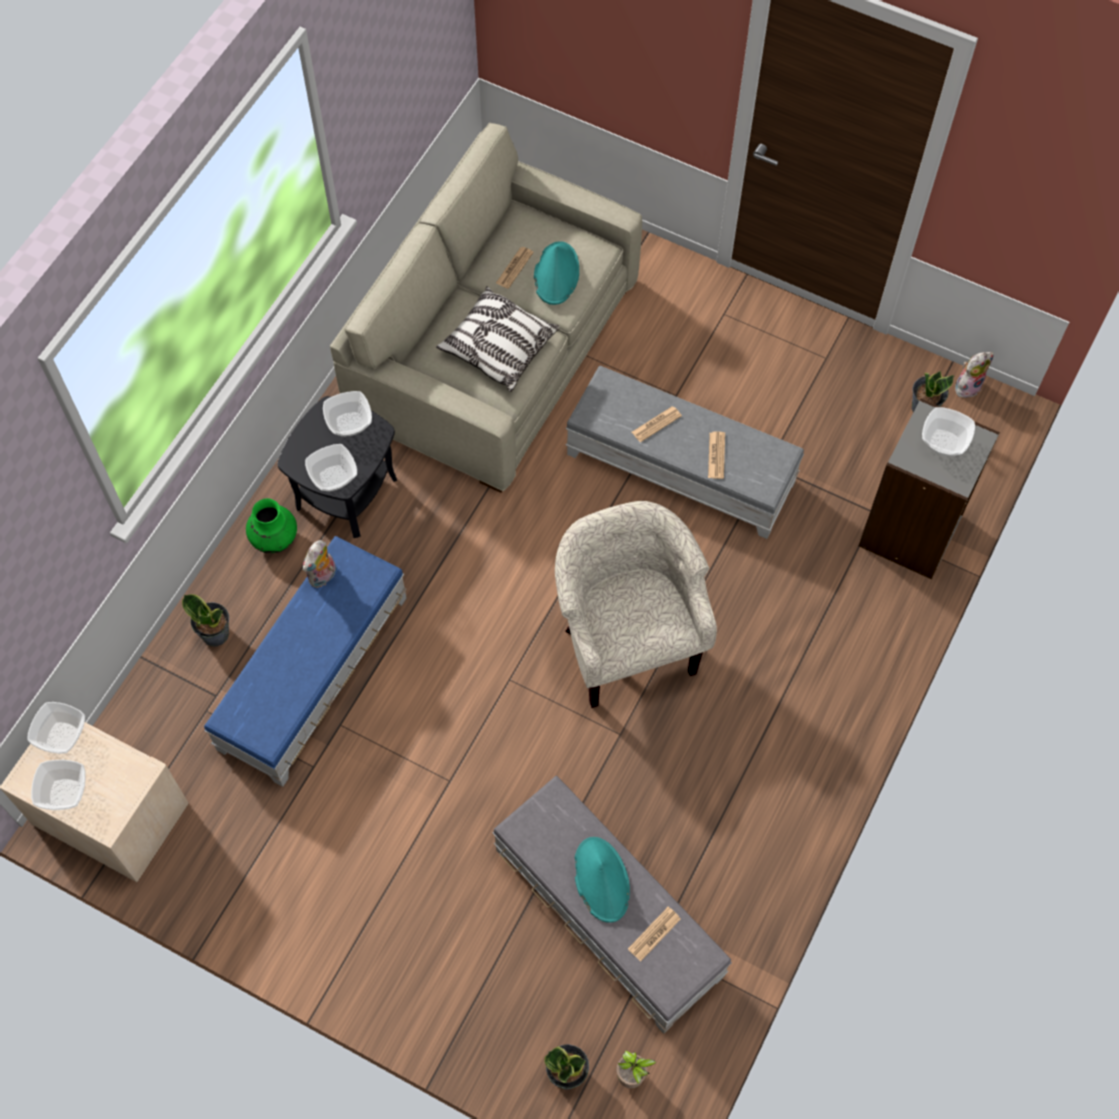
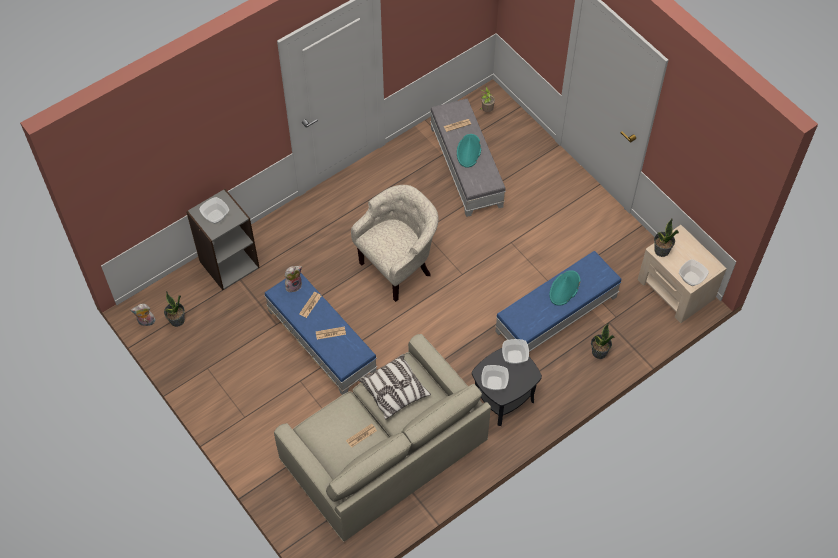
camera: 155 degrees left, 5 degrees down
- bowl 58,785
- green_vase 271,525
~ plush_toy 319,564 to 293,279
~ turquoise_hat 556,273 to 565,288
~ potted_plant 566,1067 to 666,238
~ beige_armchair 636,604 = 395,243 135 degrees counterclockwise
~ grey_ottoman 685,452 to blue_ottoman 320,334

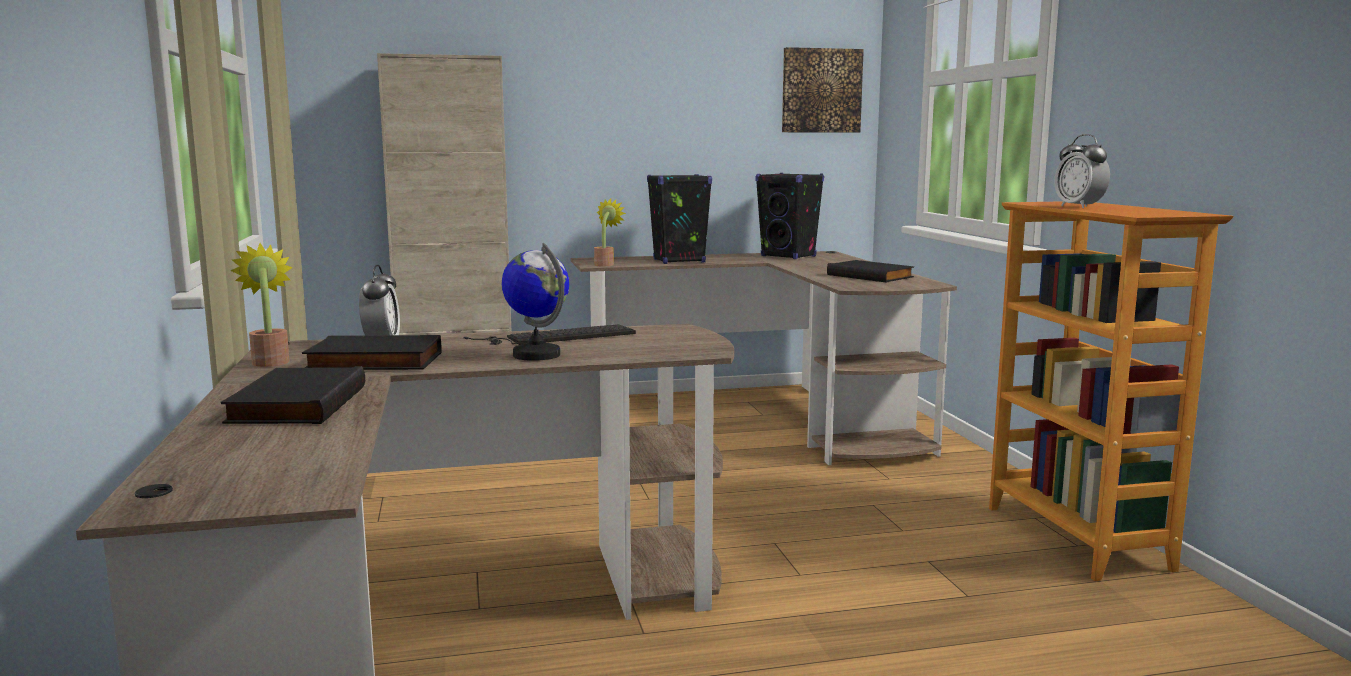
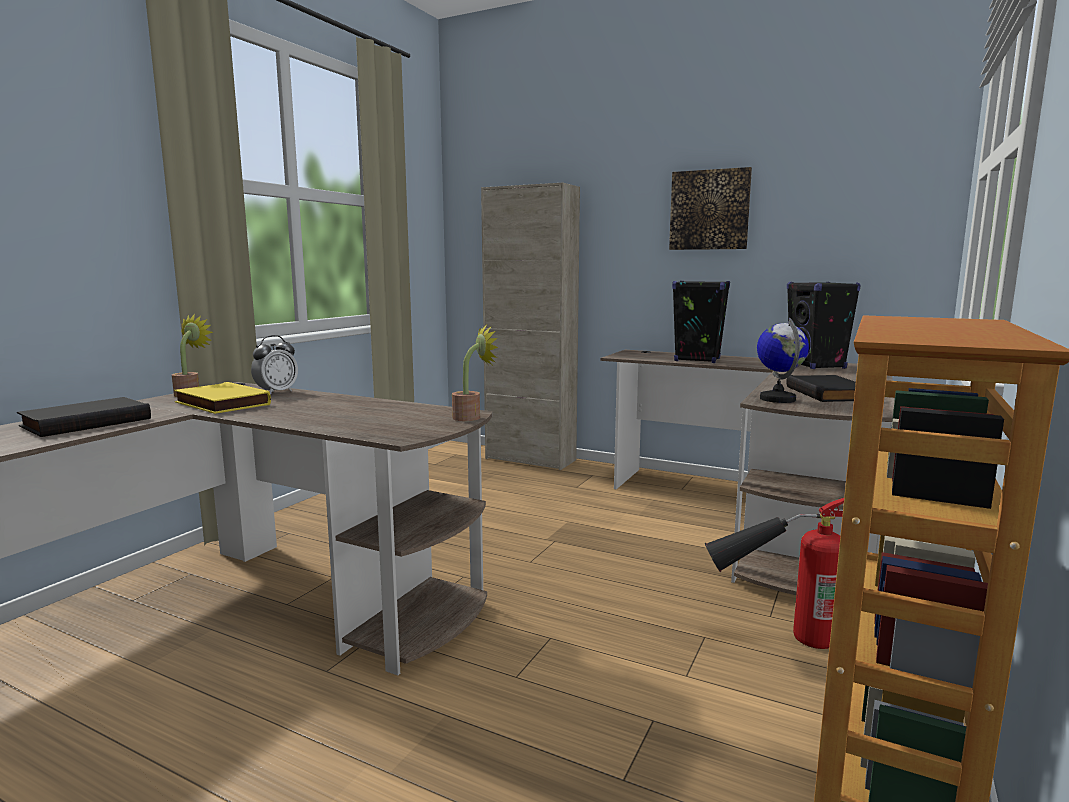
camera: 40 degrees right, 0 degrees up
~ black_book 372,352 to yellow_book 222,398
- keyboard 549,334
~ globe 535,302 to 783,360
~ potted_plant 610,232 to 475,372
~ picture 823,90 to 710,208
- alarm_clock 1082,171
+ fire_extinguisher 774,573

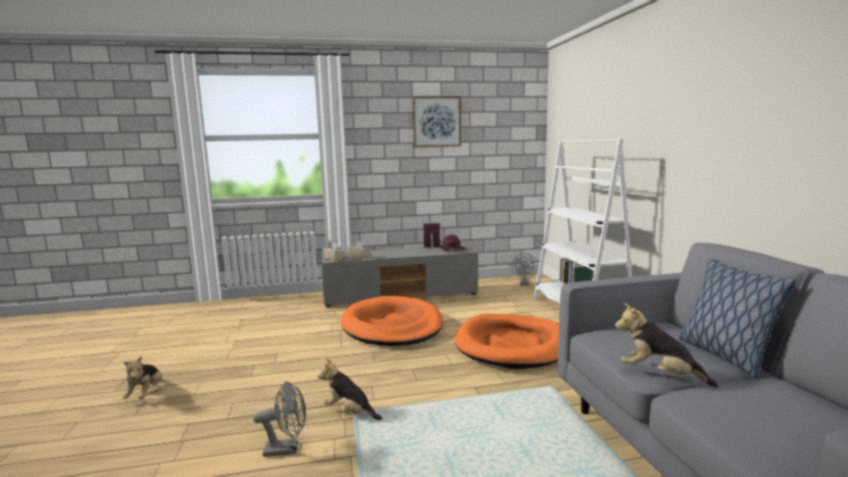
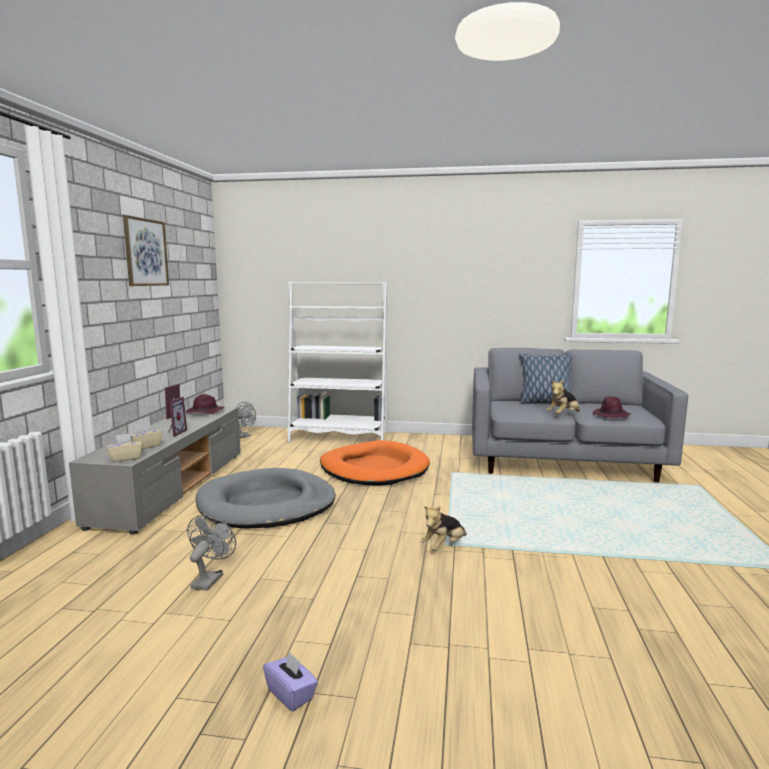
camera: 70 degrees left, 0 degrees up
~ plush_toy 142,377 to purple_tissue_box 290,681
~ grey_fan 279,419 to 211,553
~ orange_dog_bed 392,321 to grey_dog_bed 265,498
+ picture_frame 177,417
+ purple_hat 612,407

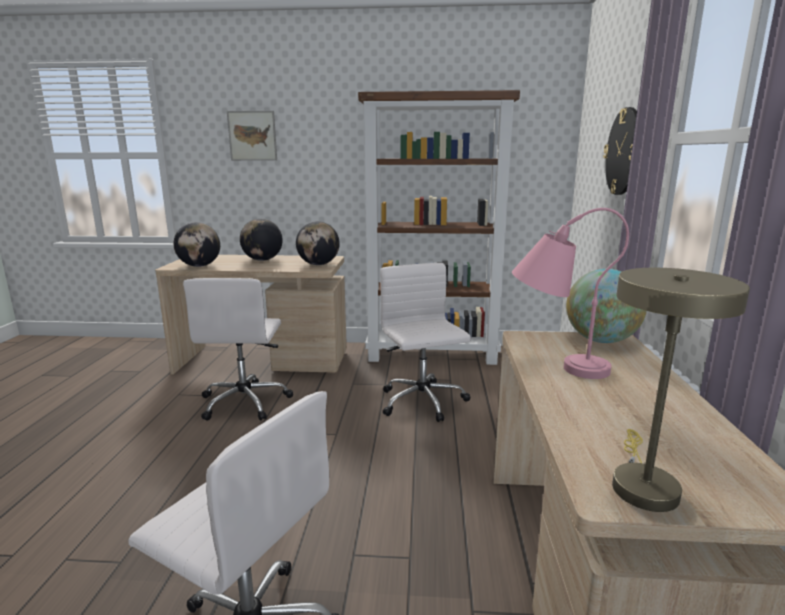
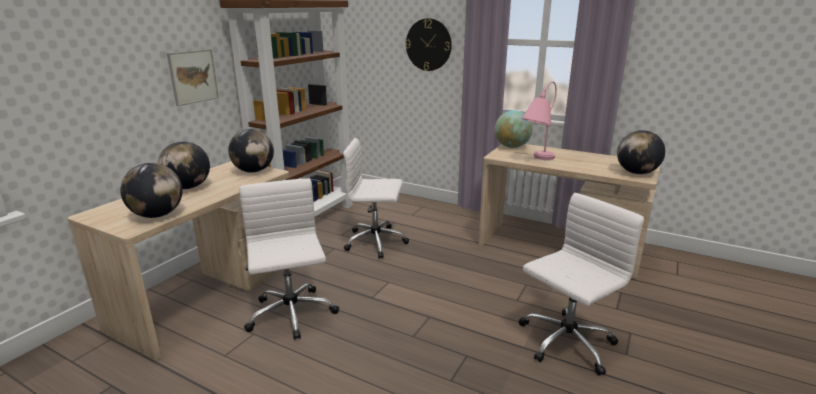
camera: 65 degrees left, 5 degrees up
~ white_office_chair 238,349 = 289,259 135 degrees counterclockwise
~ picture 252,136 to 193,77
~ beige_table_lamp 681,390 to globe 641,152

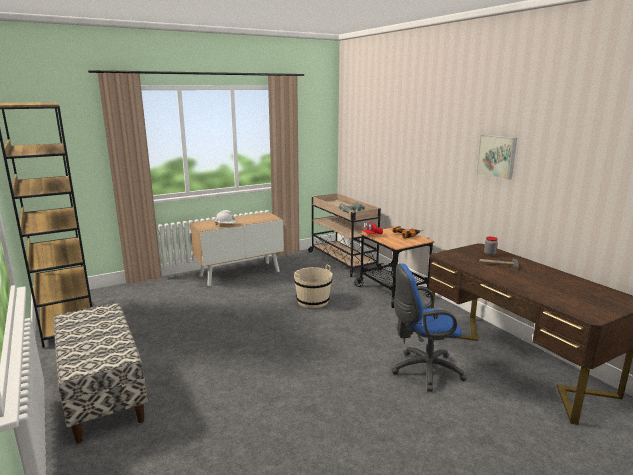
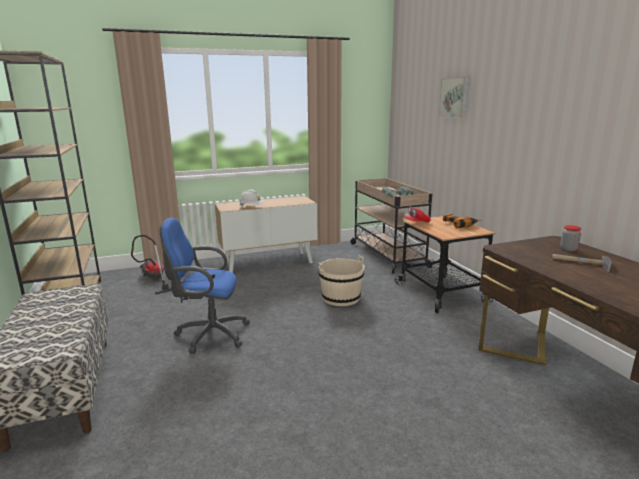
camera: 10 degrees right, 0 degrees up
~ blue_office_chair 429,327 to 205,286
~ picture 496,157 to 454,97
+ vacuum_cleaner 151,264

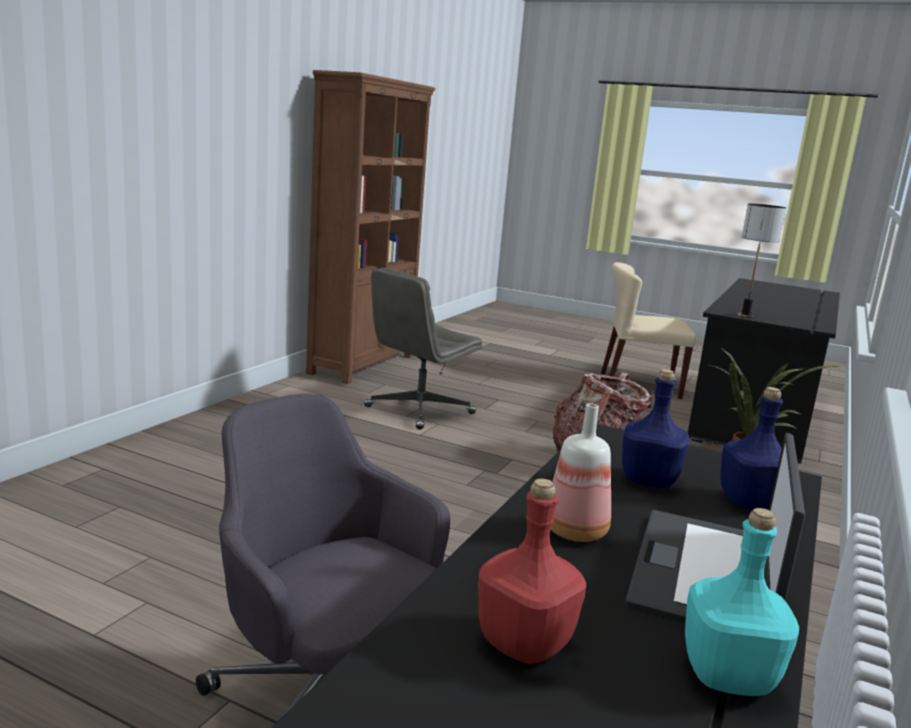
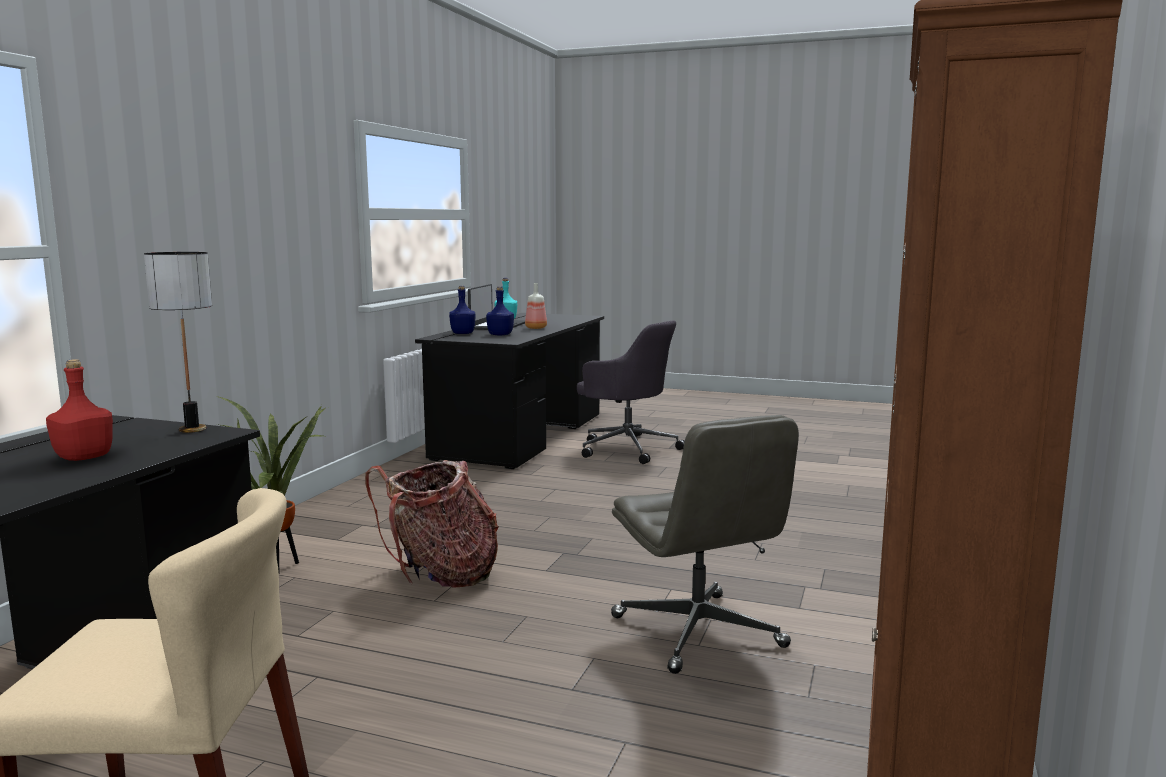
camera: 175 degrees right, 5 degrees down
~ grey_office_chair 423,349 = 705,544 120 degrees clockwise
~ red_bottle 532,571 to 79,410

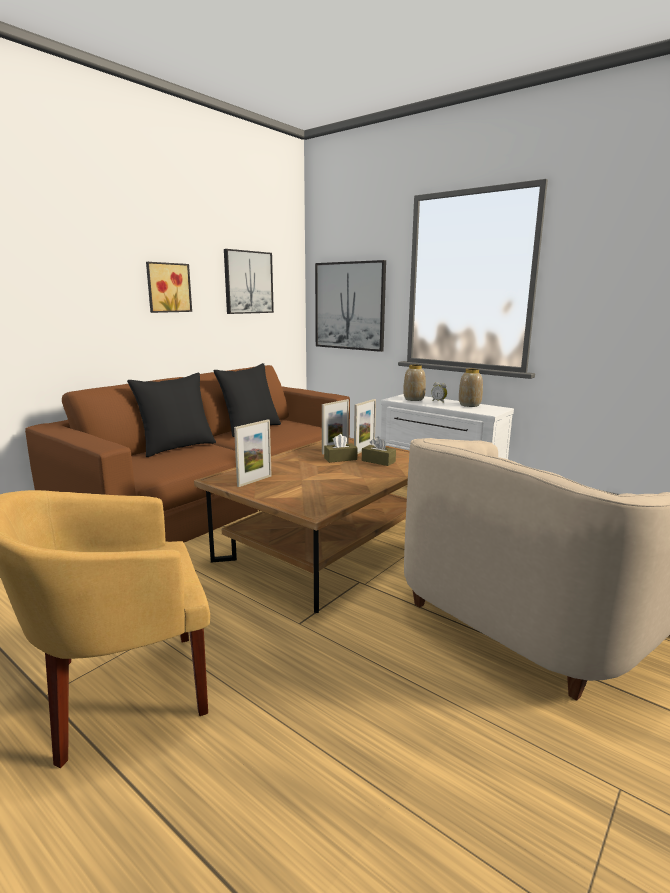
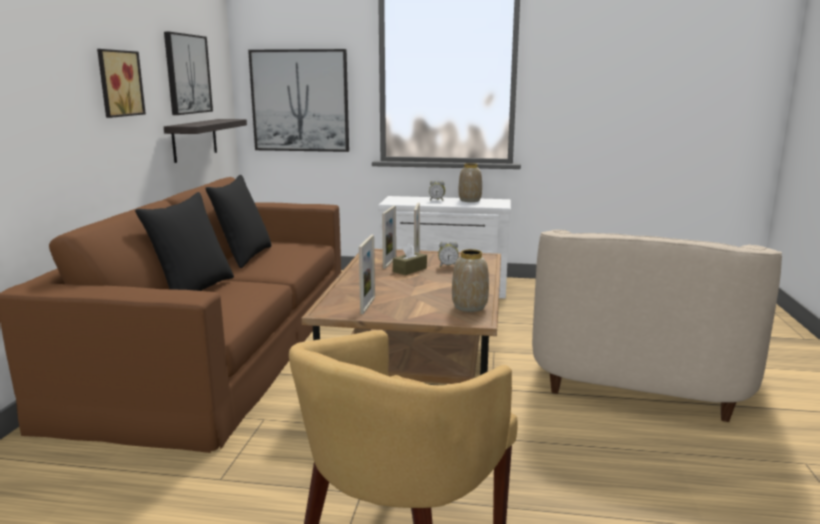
camera: 30 degrees left, 0 degrees up
~ brown_tissue_box 379,451 to alarm_clock 448,254
~ vase 414,383 to 470,280
+ shelf 205,141

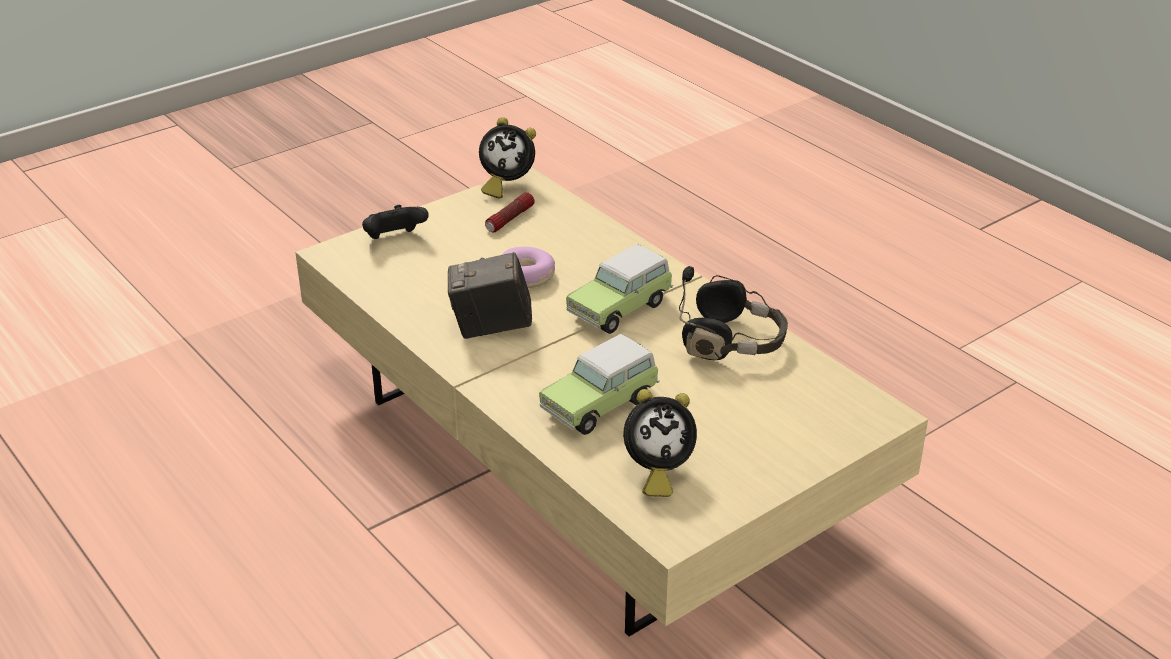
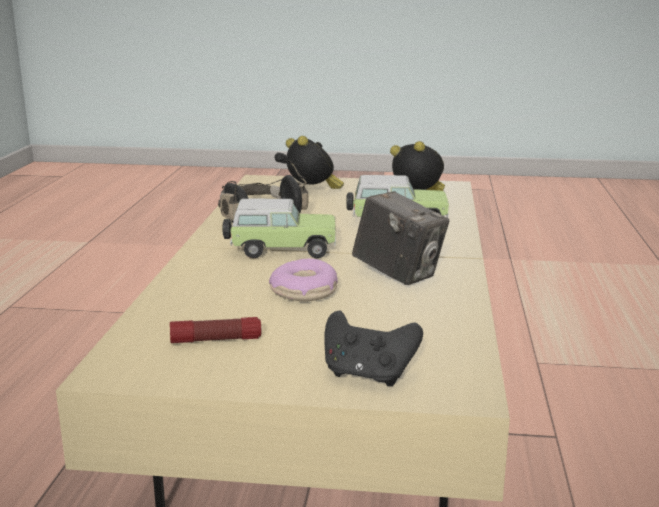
camera: 135 degrees left, 15 degrees down
~ alarm_clock 507,157 to 315,162

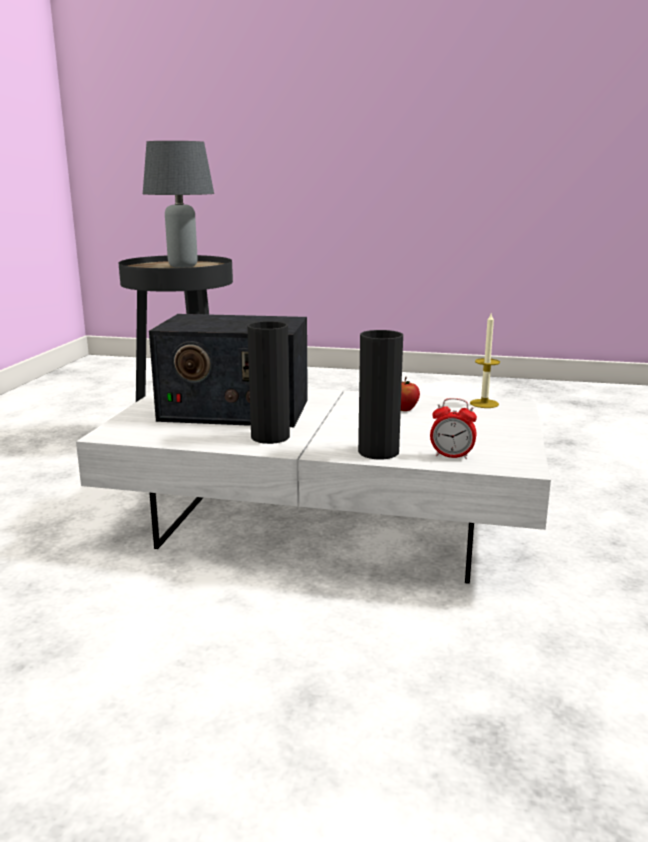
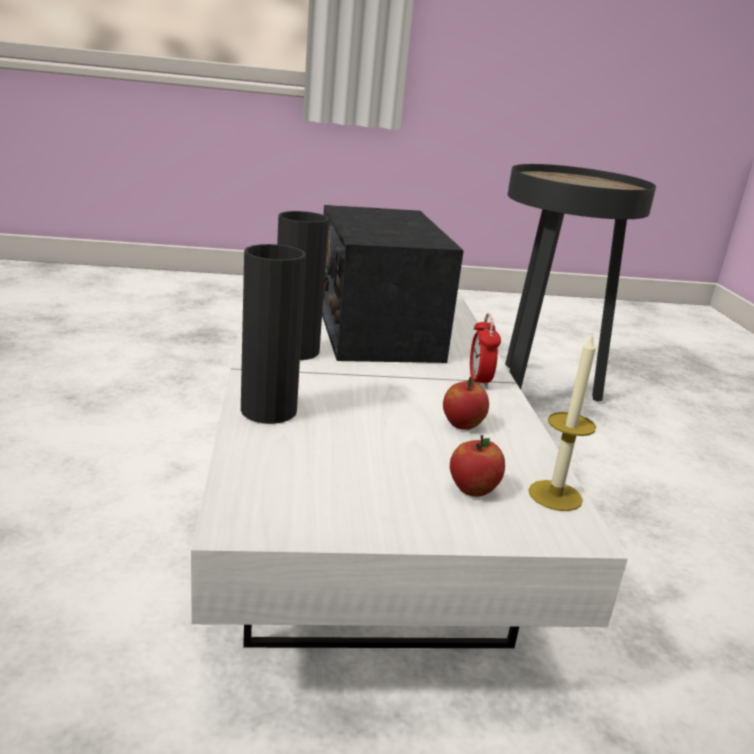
camera: 70 degrees right, 5 degrees up
- grey_table_lamp 178,204
~ alarm_clock 453,428 to 485,350
+ apple 477,466

